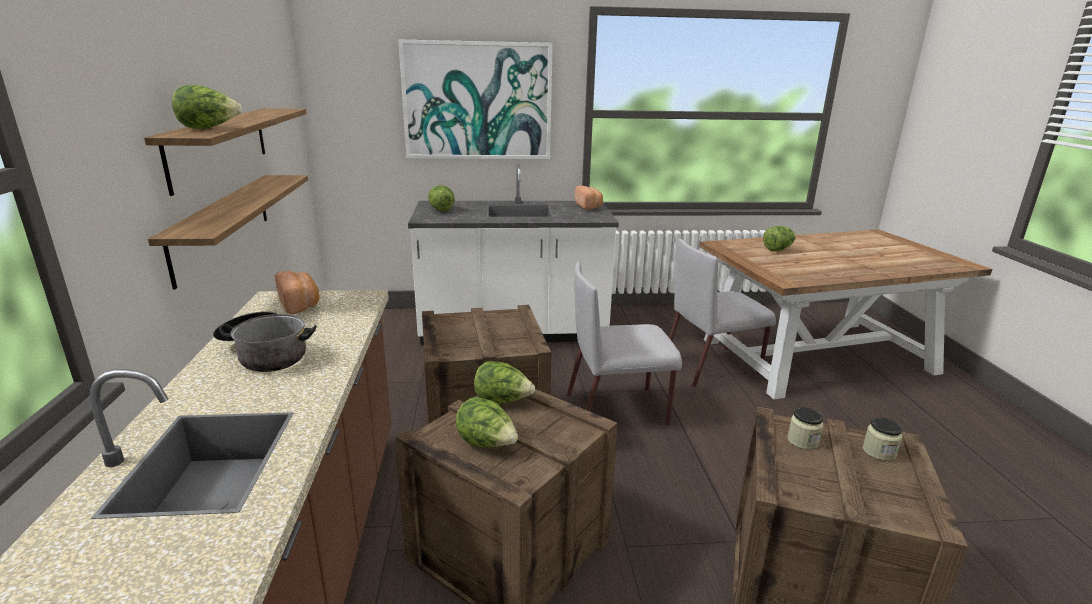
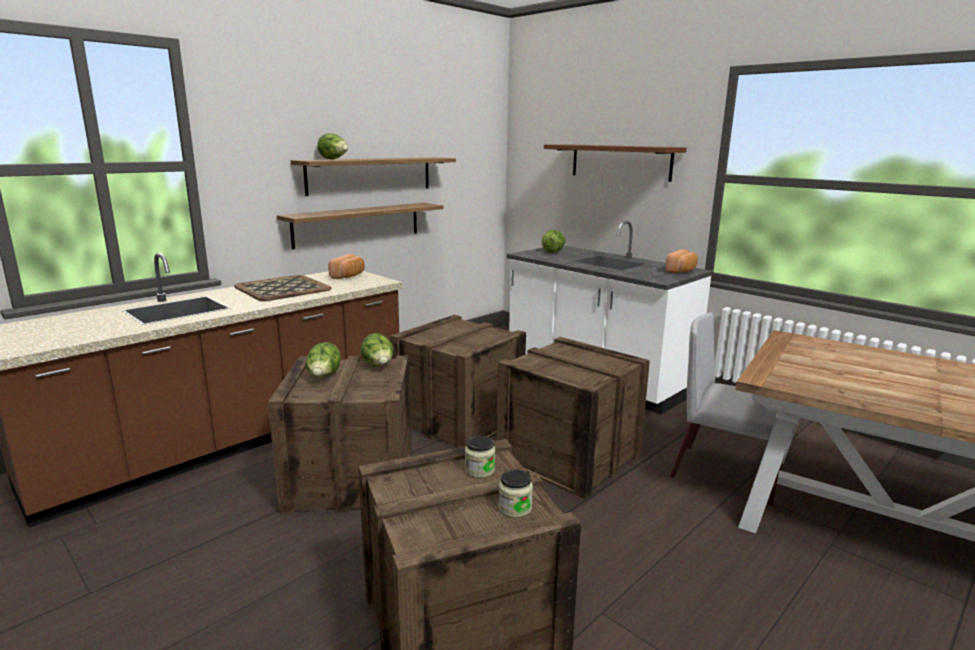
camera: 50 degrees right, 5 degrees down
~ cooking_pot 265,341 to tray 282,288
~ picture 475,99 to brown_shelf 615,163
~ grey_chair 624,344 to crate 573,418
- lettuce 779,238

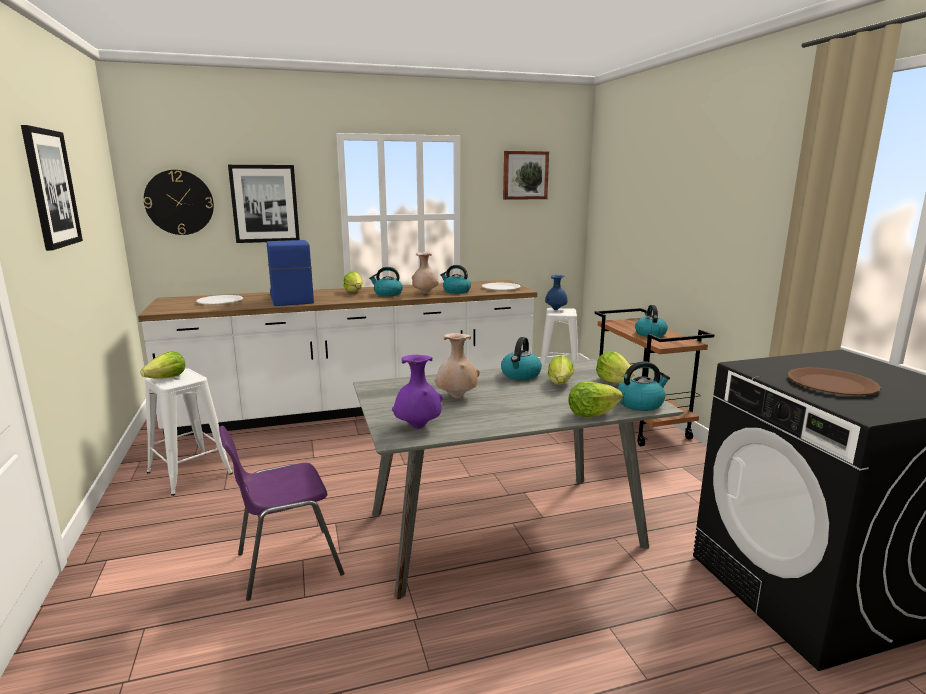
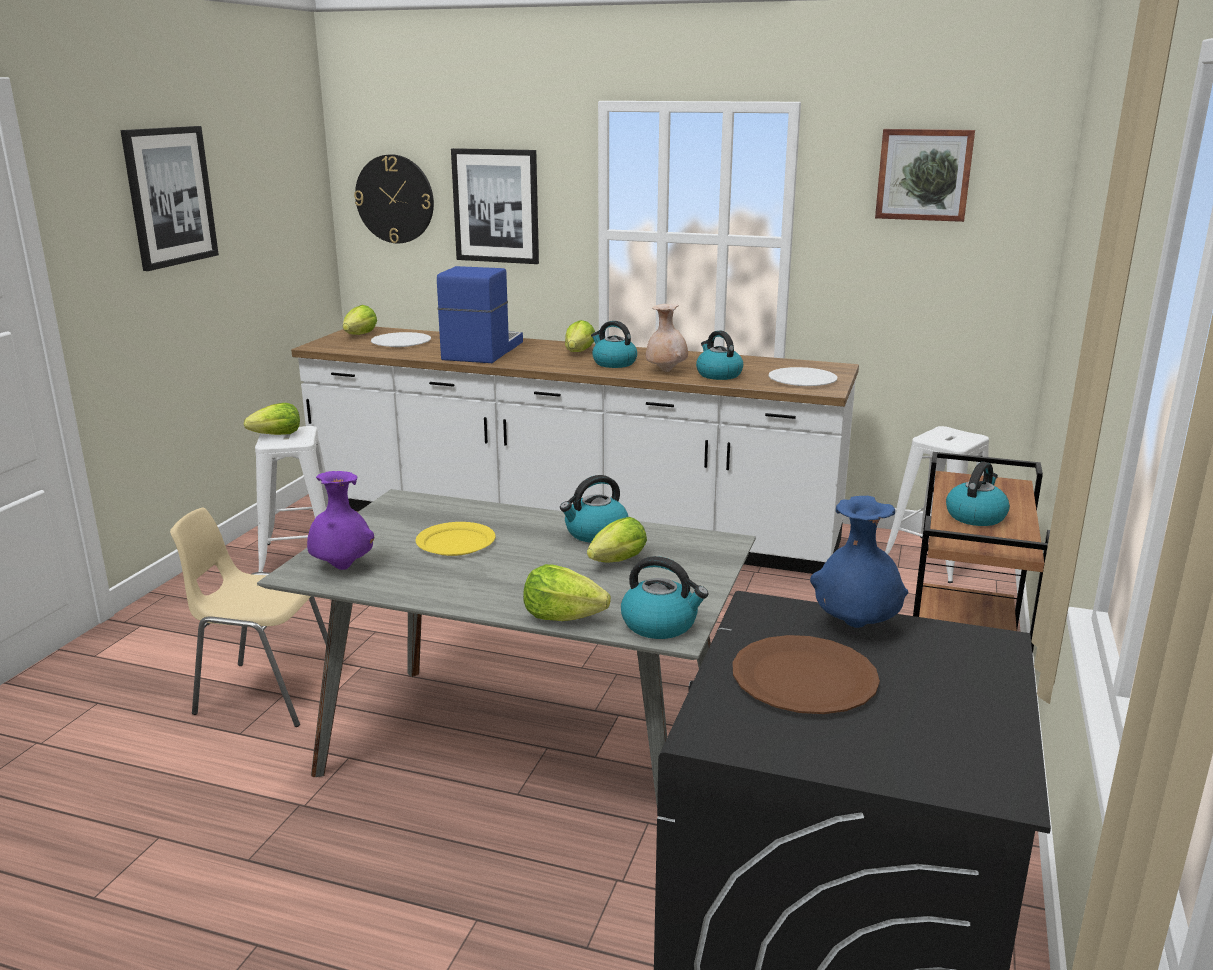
camera: 35 degrees right, 5 degrees up
~ purple_chair 281,513 to beige_chair 249,617
~ beige_vase 457,365 to yellow_plate 456,539
~ blue_vase 556,292 to 859,562
~ lettuce 615,367 to 360,320

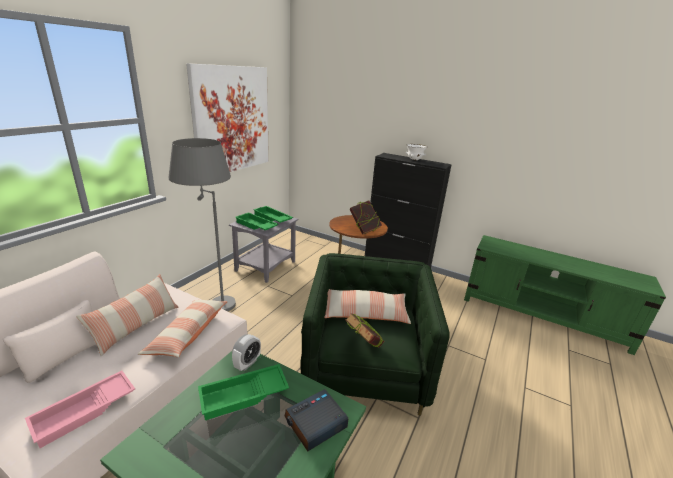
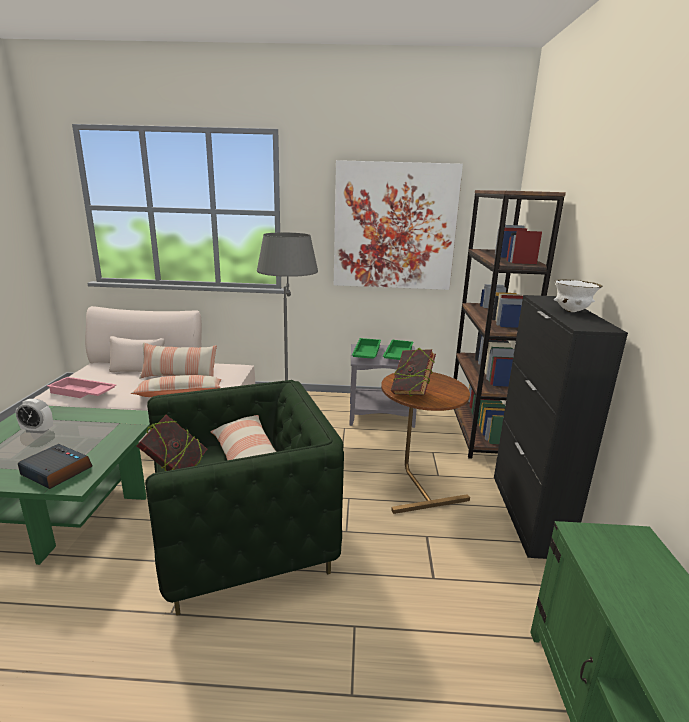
camera: 65 degrees right, 5 degrees down
- green_tray 243,392
~ alarm_clock 246,352 to 34,416
+ brown_bookcase 510,324

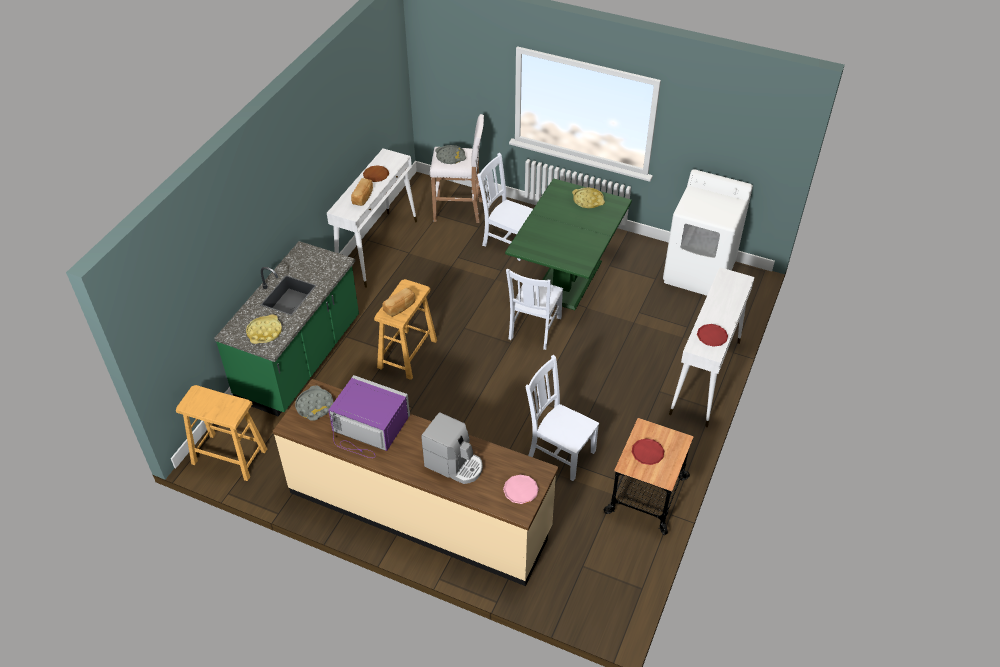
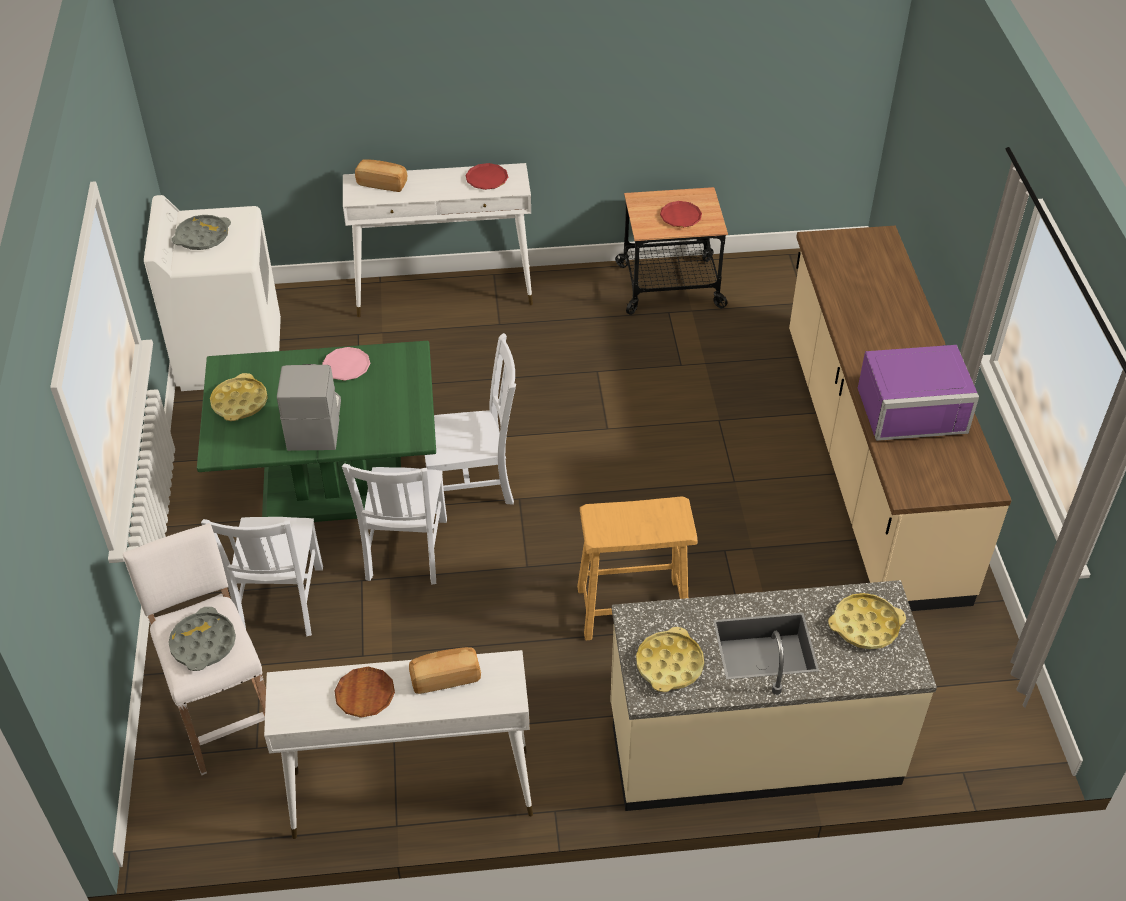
camera: 120 degrees left, 0 degrees up
- beige_stool 221,433
~ green_counter 286,328 to beige_counter 773,695
~ grey_tray 314,403 to 201,232
~ purple_microwave 369,416 = 918,393 90 degrees counterclockwise
~ bread 398,302 to 381,175
~ coffee_machine 452,448 to 309,407
~ pink_plate 521,489 to 346,364
~ white_chair 562,418 to 394,524
+ yellow_tray 670,659

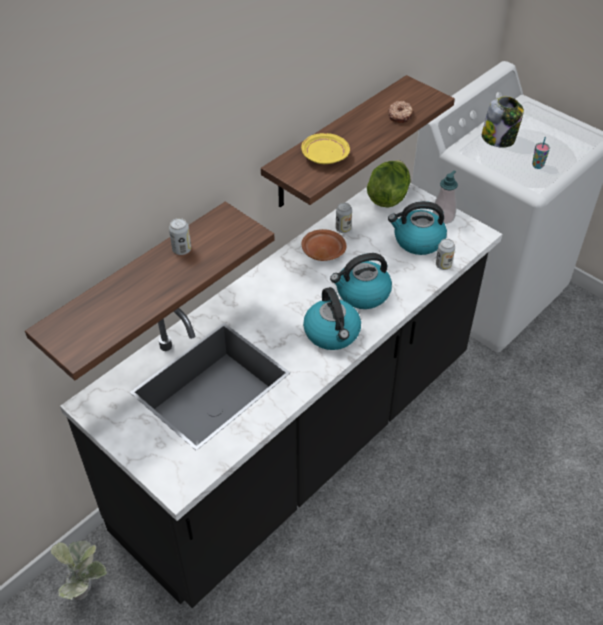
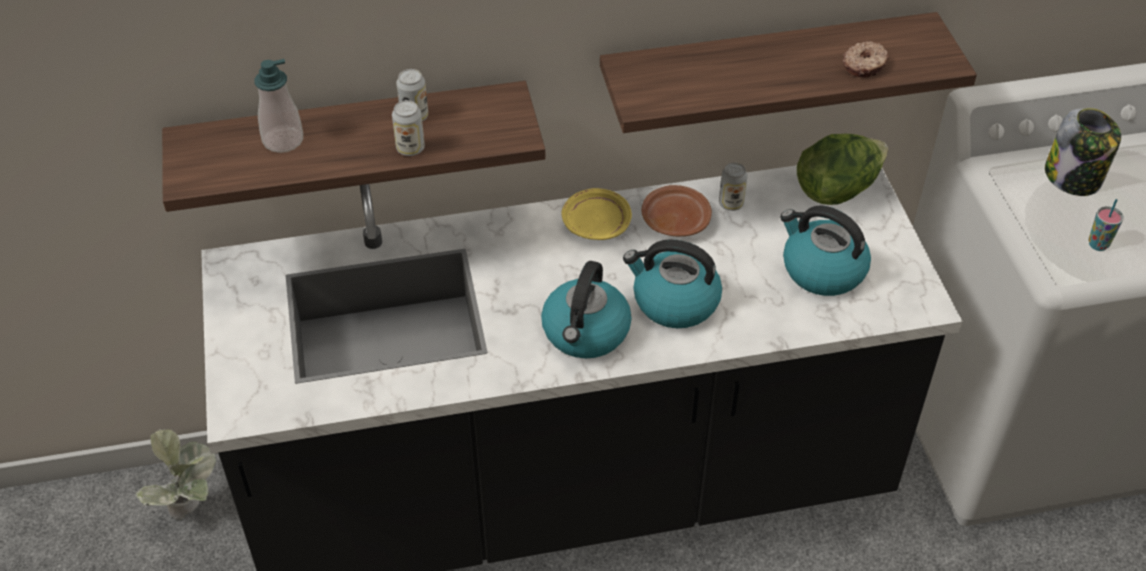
camera: 35 degrees right, 0 degrees up
~ yellow_plate 325,148 to 596,214
~ soap_dispenser 445,197 to 278,106
~ can 445,254 to 408,128

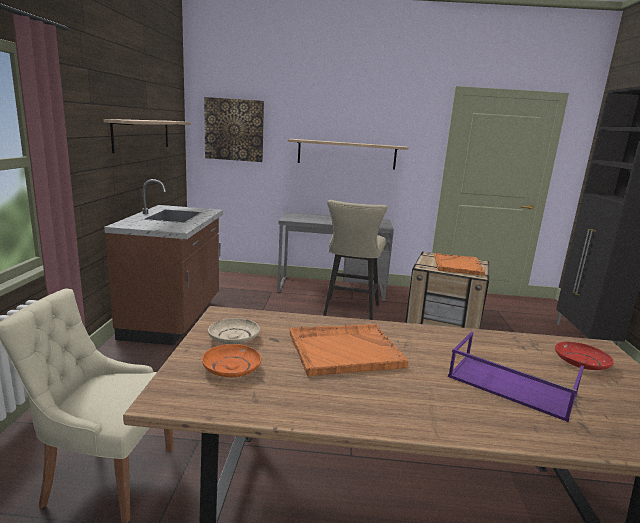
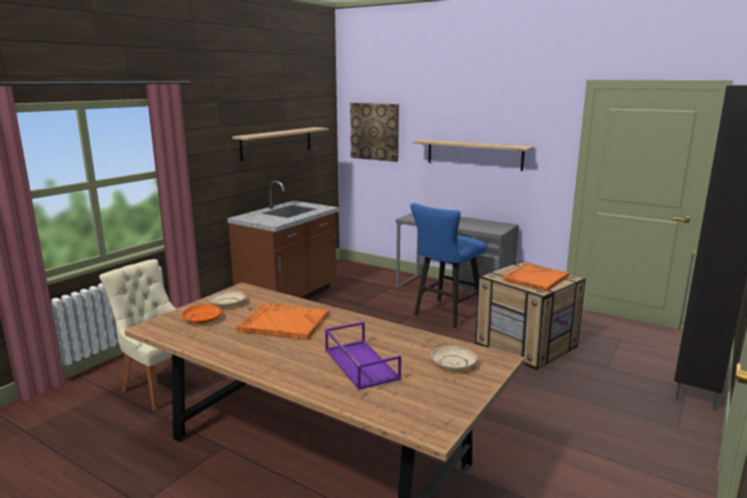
camera: 30 degrees right, 0 degrees up
~ beige_stool 355,260 to blue_stool 448,265
~ red_plate 584,356 to beige_plate 454,358

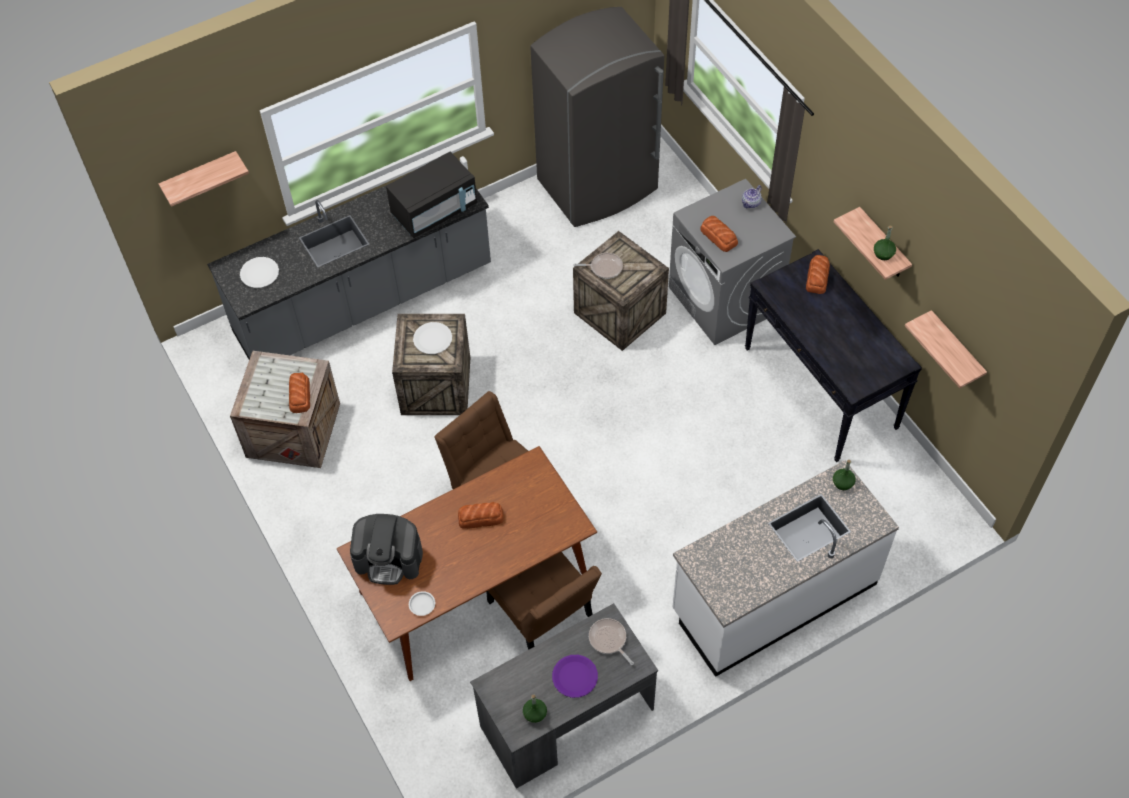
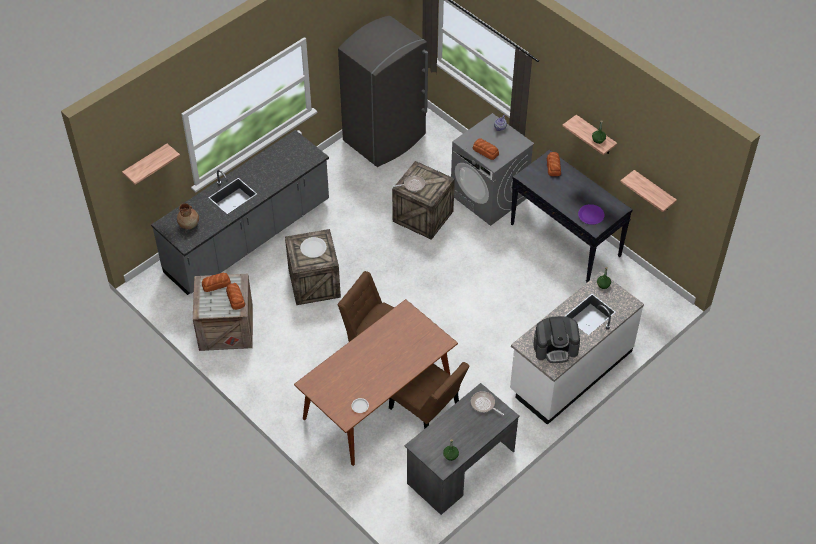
camera: 15 degrees left, 5 degrees down
~ white_plate 259,272 to brown_vase 188,216
~ coffee_machine 386,549 to 556,339
- black_microwave 431,195
~ bread 481,515 to 216,282
~ purple_plate 575,676 to 591,214

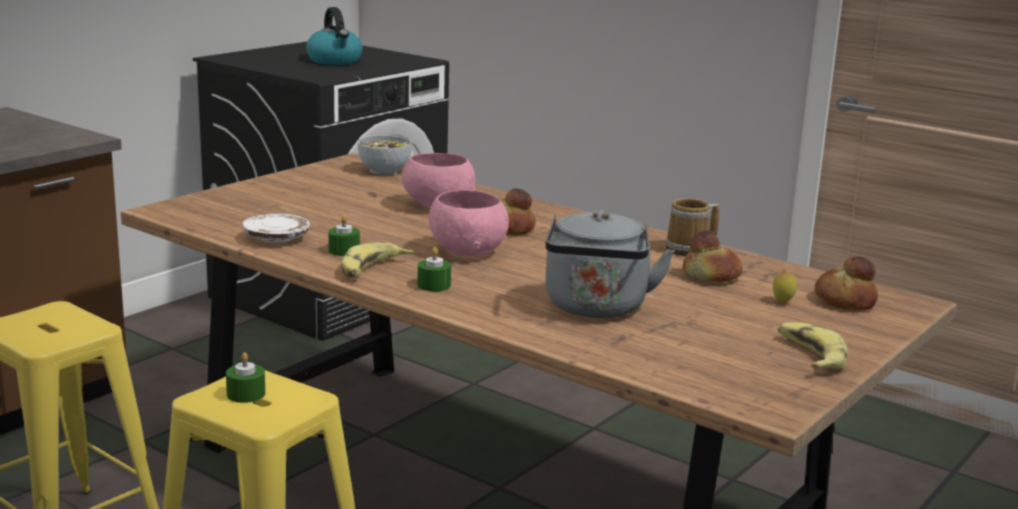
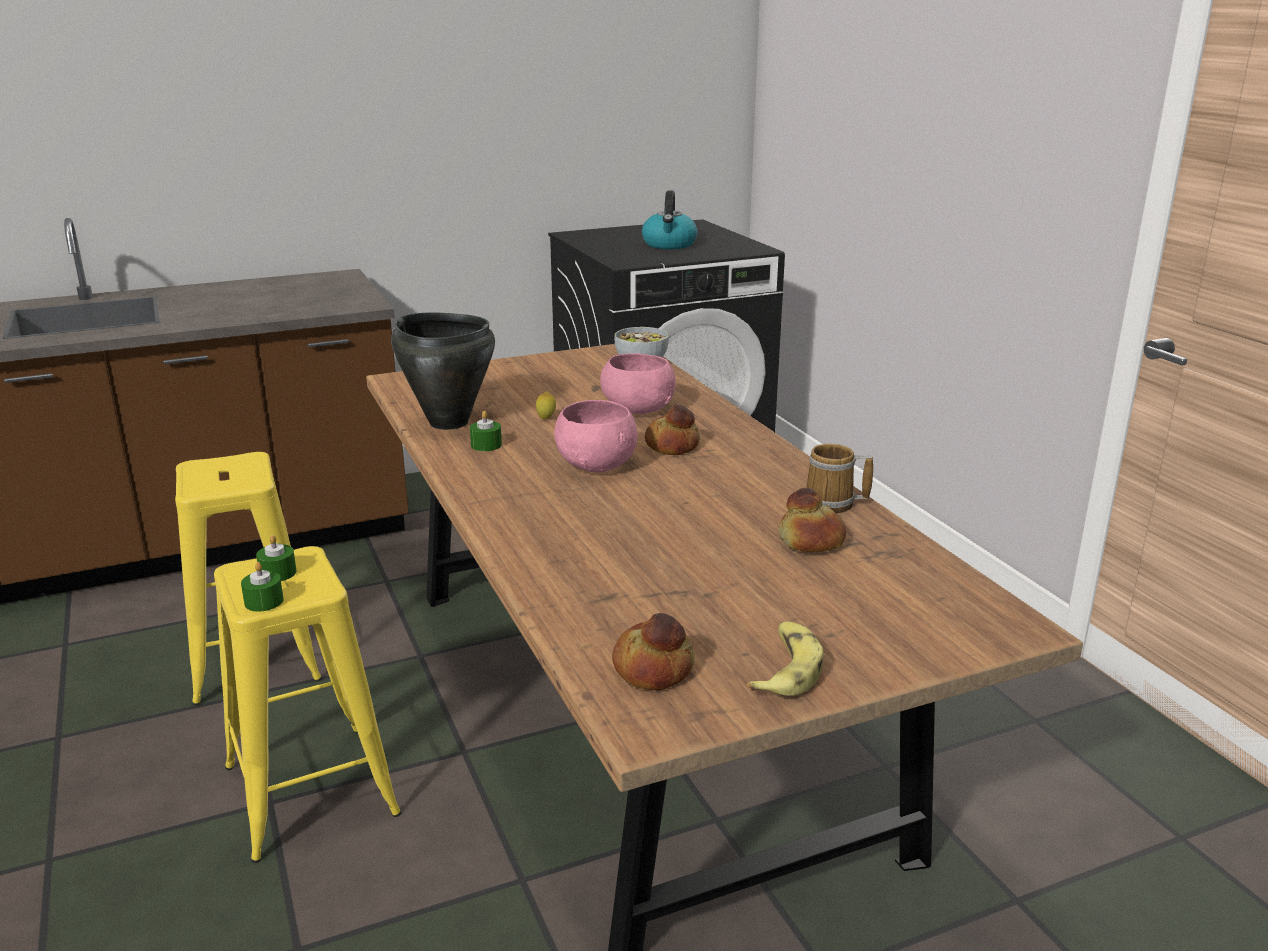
camera: 30 degrees right, 5 degrees up
~ white_plate 276,228 to black_cooking_pot 443,371
- banana 377,260
~ green_candle 434,269 to 262,587
- grey_kettle 610,264
~ lemon 785,286 to 546,405
~ bread 846,283 to 653,651

